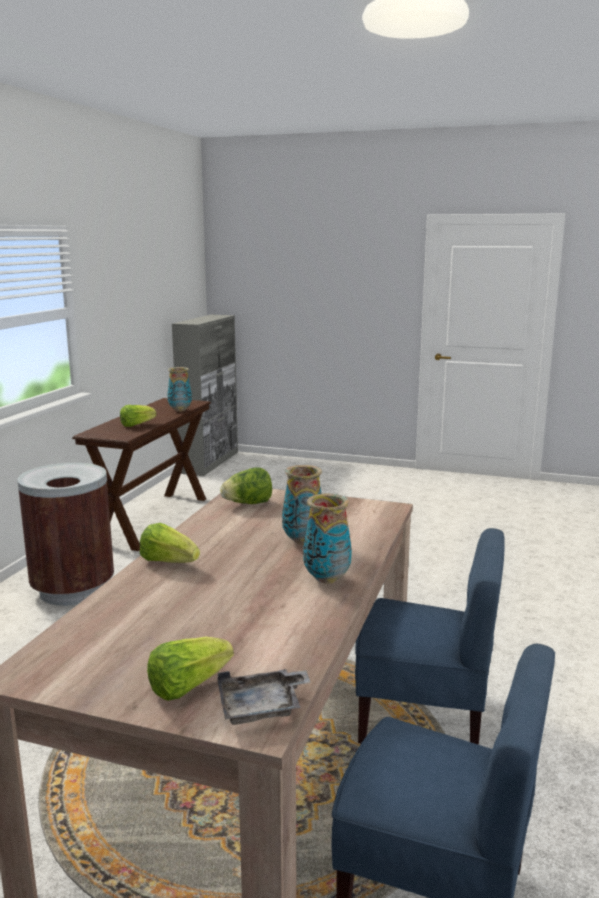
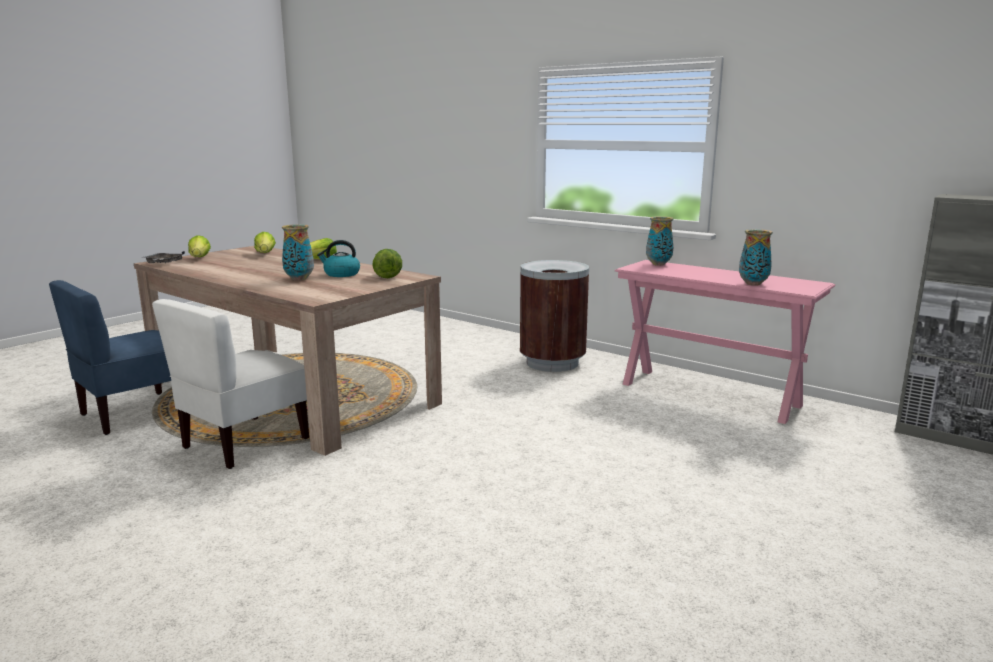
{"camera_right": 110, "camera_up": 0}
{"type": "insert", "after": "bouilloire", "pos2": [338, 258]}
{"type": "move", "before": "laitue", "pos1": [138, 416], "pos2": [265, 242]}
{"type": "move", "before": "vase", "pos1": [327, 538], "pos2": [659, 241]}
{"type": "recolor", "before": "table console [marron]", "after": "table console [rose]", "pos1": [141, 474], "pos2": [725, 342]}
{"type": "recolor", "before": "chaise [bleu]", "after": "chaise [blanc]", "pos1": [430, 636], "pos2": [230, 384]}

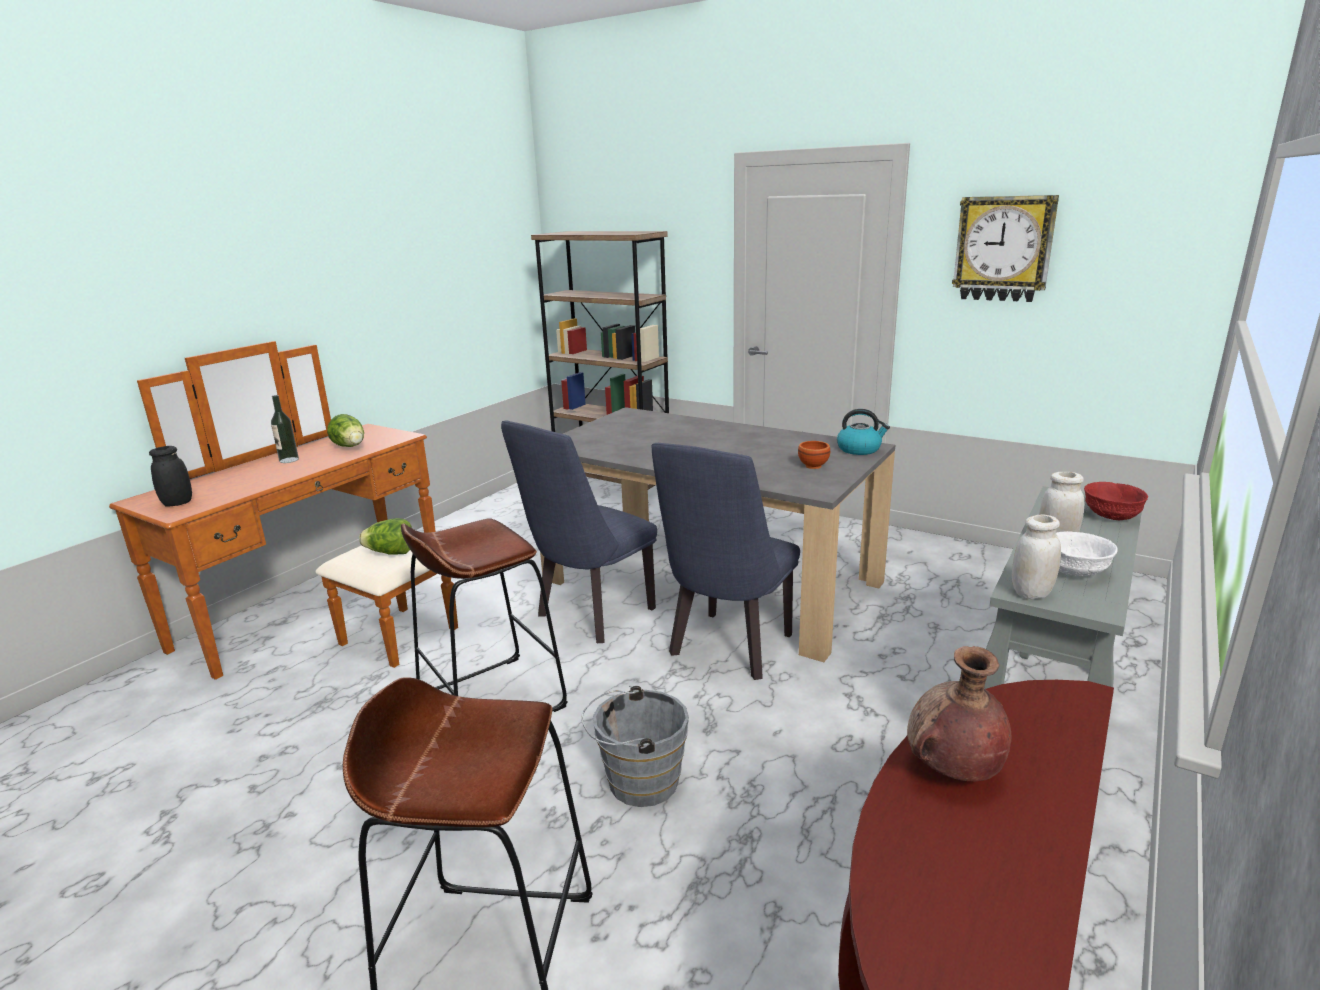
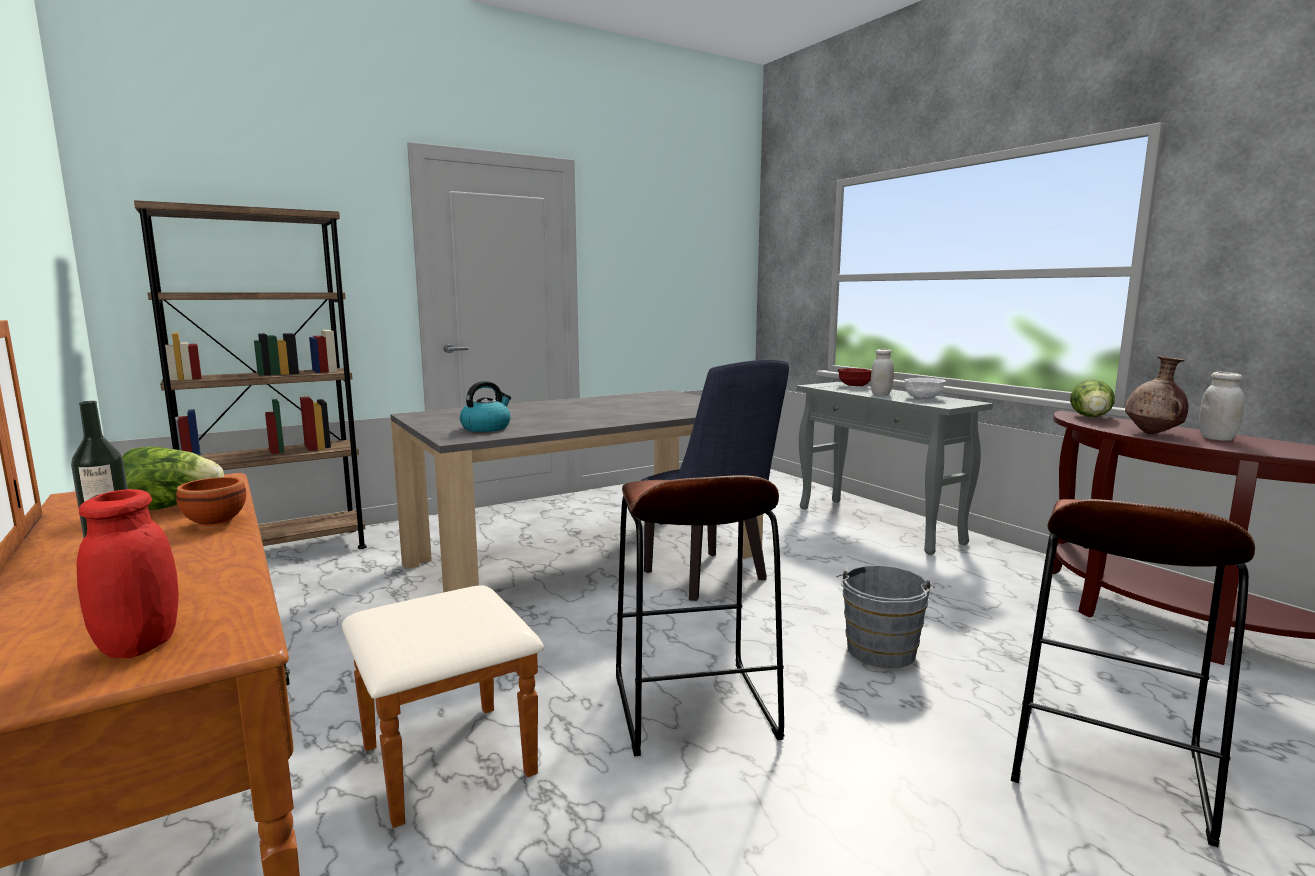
{"camera_right": -65, "camera_up": -10}
{"type": "delete", "before": "chaise [bleu]", "pos1": [579, 531]}
{"type": "delete", "before": "horloge murale", "pos1": [1005, 248]}
{"type": "move", "before": "laitue", "pos1": [385, 536], "pos2": [1092, 398]}
{"type": "move", "before": "bol [marron]", "pos1": [814, 455], "pos2": [211, 502]}
{"type": "move", "before": "bouilloire", "pos1": [863, 432], "pos2": [485, 406]}
{"type": "move", "before": "bocal [blanc]", "pos1": [1036, 556], "pos2": [1221, 406]}
{"type": "recolor", "before": "bocal [noir]", "after": "bocal [rouge]", "pos1": [170, 476], "pos2": [127, 573]}

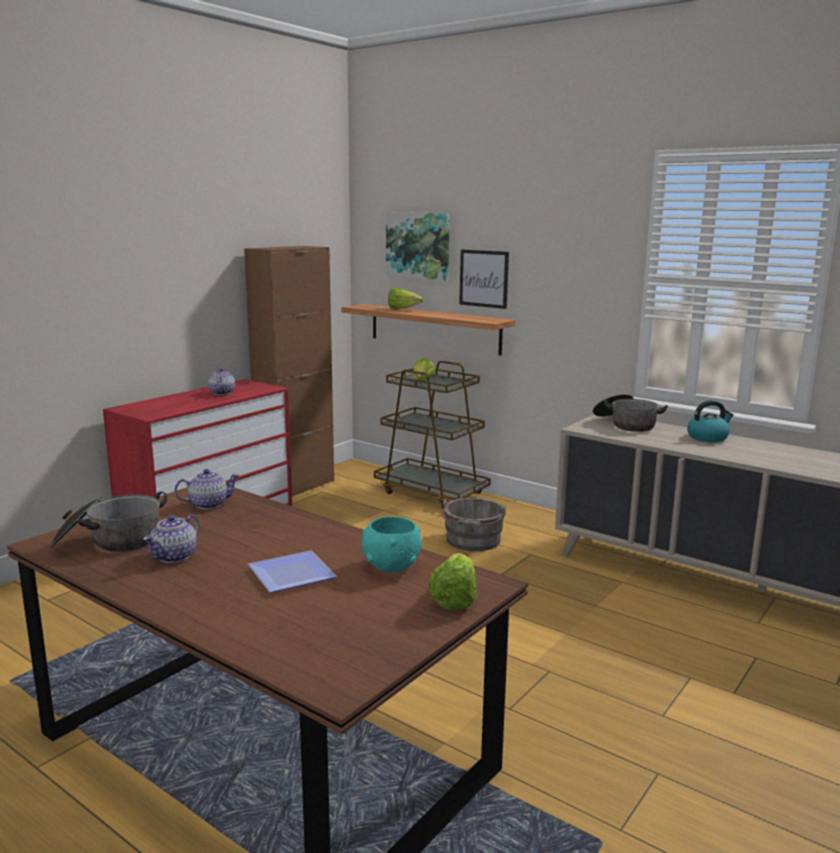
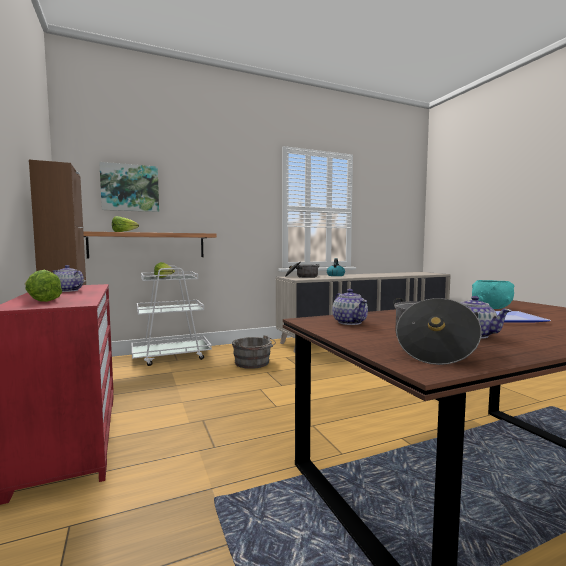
{"camera_right": -60, "camera_up": -10}
{"type": "delete", "before": "tableau", "pos1": [484, 279]}
{"type": "move", "before": "laitue", "pos1": [452, 582], "pos2": [43, 286]}
{"type": "recolor", "before": "chariot [marron]", "after": "chariot [blanc]", "pos1": [432, 434], "pos2": [172, 316]}
{"type": "rotate", "before": "théière", "pos1": [207, 489], "pos2": [350, 307], "turn": 150}

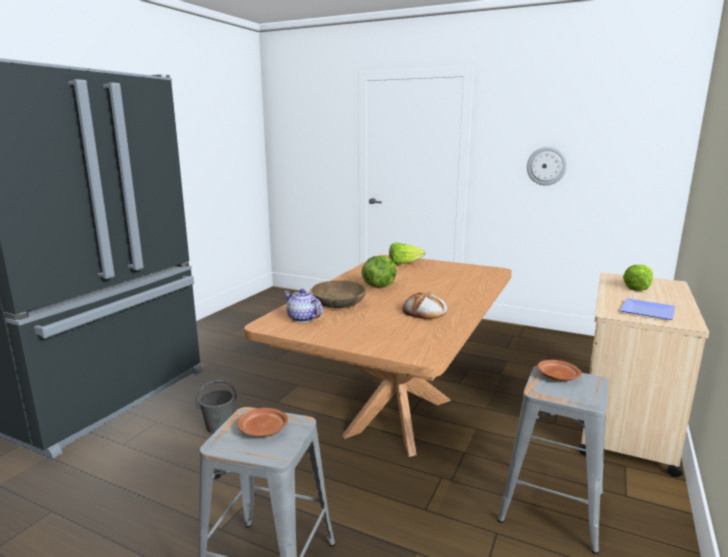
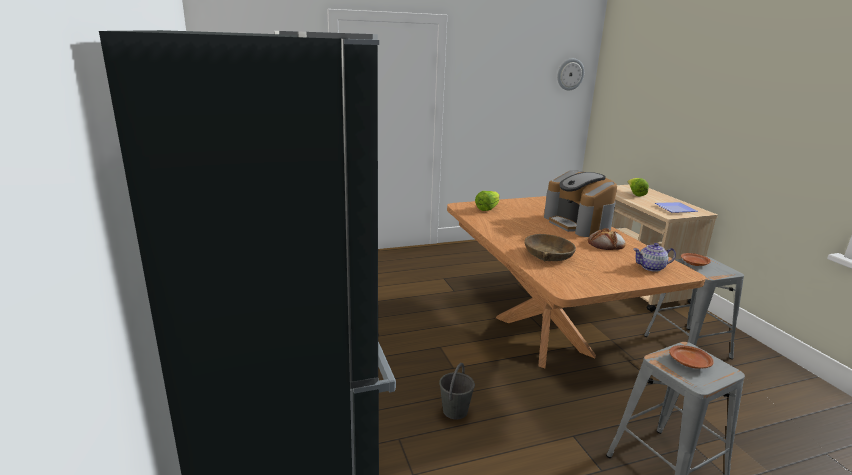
{"camera_right": -45, "camera_up": 5}
{"type": "delete", "before": "laitue", "pos1": [379, 272]}
{"type": "insert", "after": "machine à café", "pos2": [580, 203]}
{"type": "move", "before": "théière", "pos1": [303, 306], "pos2": [654, 257]}
{"type": "move", "before": "horloge murale", "pos1": [547, 166], "pos2": [570, 74]}

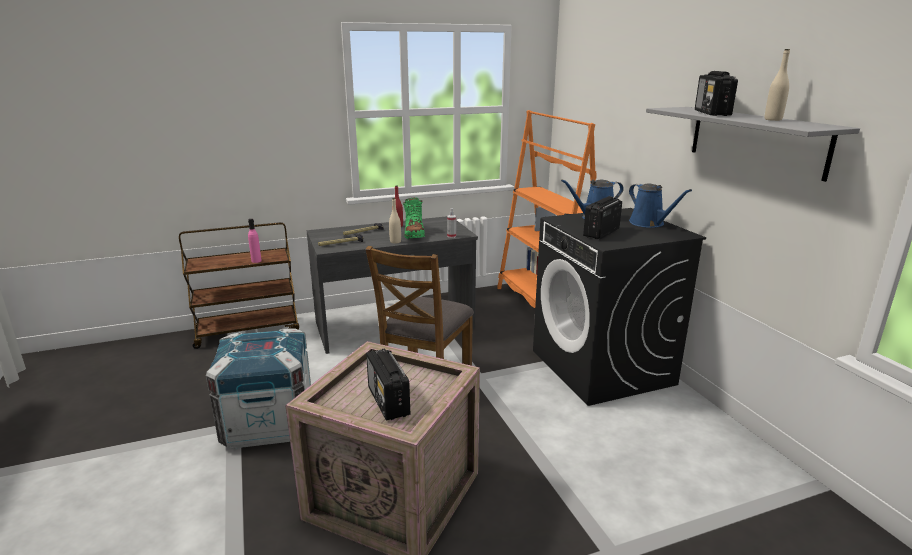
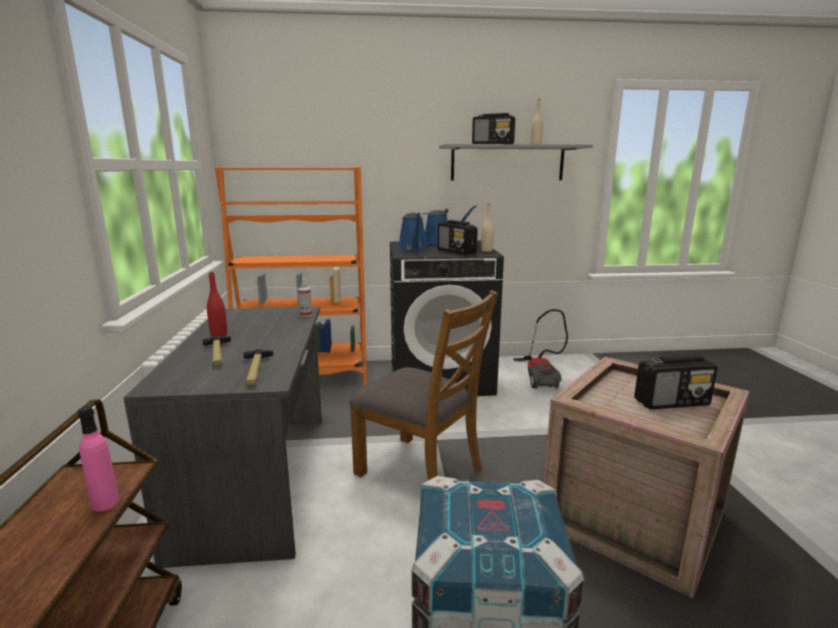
{"camera_right": -75, "camera_up": -5}
{"type": "delete", "before": "botte [vert]", "pos1": [414, 218]}
{"type": "insert", "after": "aspirateur", "pos2": [540, 349]}
{"type": "move", "before": "bouteille [beige]", "pos1": [395, 221], "pos2": [487, 228]}

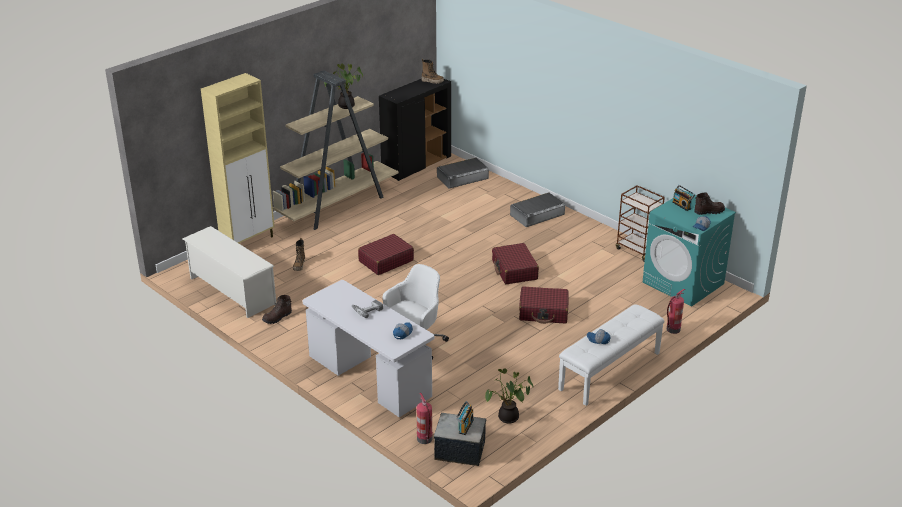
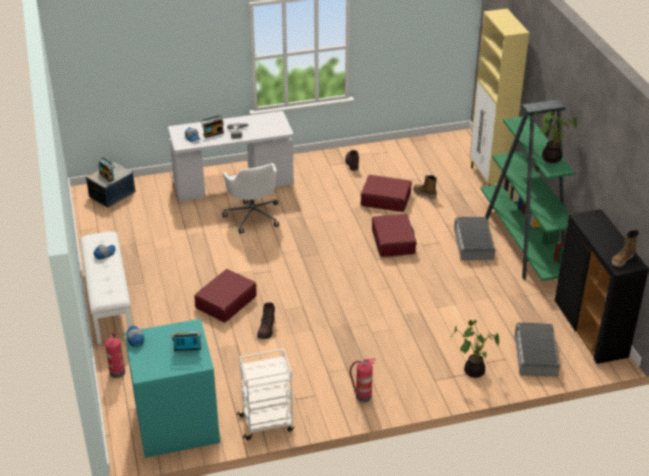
{"camera_right": 120, "camera_up": 5}
{"type": "delete", "before": "étagère à chaussures [blanc]", "pos1": [229, 272]}
{"type": "insert", "after": "radio", "pos2": [212, 126]}
{"type": "move", "before": "extincteur", "pos1": [425, 418], "pos2": [363, 380]}
{"type": "move", "before": "plante en pot", "pos1": [509, 396], "pos2": [474, 349]}
{"type": "move", "before": "valise [rouge]", "pos1": [515, 263], "pos2": [386, 193]}
{"type": "move", "before": "boîte de rangement [gris]", "pos1": [537, 209], "pos2": [474, 239]}
{"type": "move", "before": "botte [marron]", "pos1": [709, 203], "pos2": [266, 321]}
{"type": "recolor", "before": "bibliothèque [beige]", "after": "bibliothèque [vert]", "pos1": [336, 150], "pos2": [528, 190]}
{"type": "recolor", "before": "chariot [marron]", "after": "chariot [blanc]", "pos1": [640, 223], "pos2": [266, 394]}

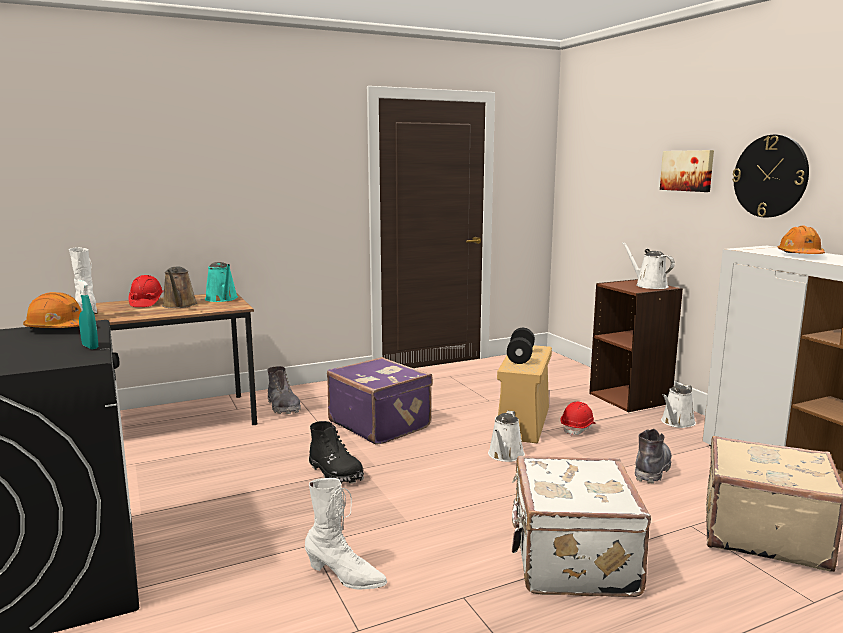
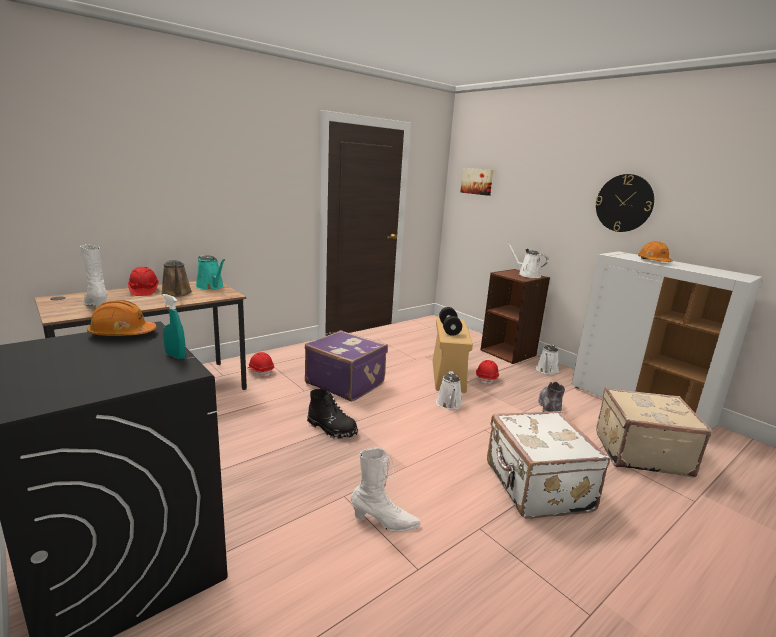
{"camera_right": -15, "camera_up": 5}
{"type": "move", "before": "tableau", "pos1": [687, 171], "pos2": [476, 182]}
{"type": "replace", "before": "botte [gris]", "after": "casque de chantier [rouge]", "pos1": [284, 390], "pos2": [261, 364]}

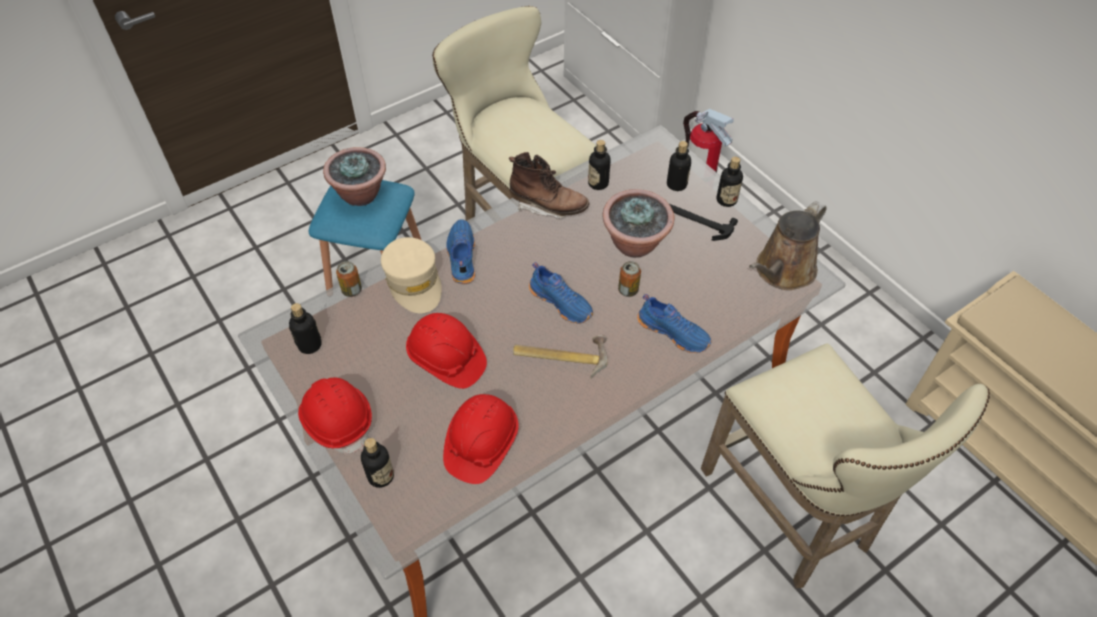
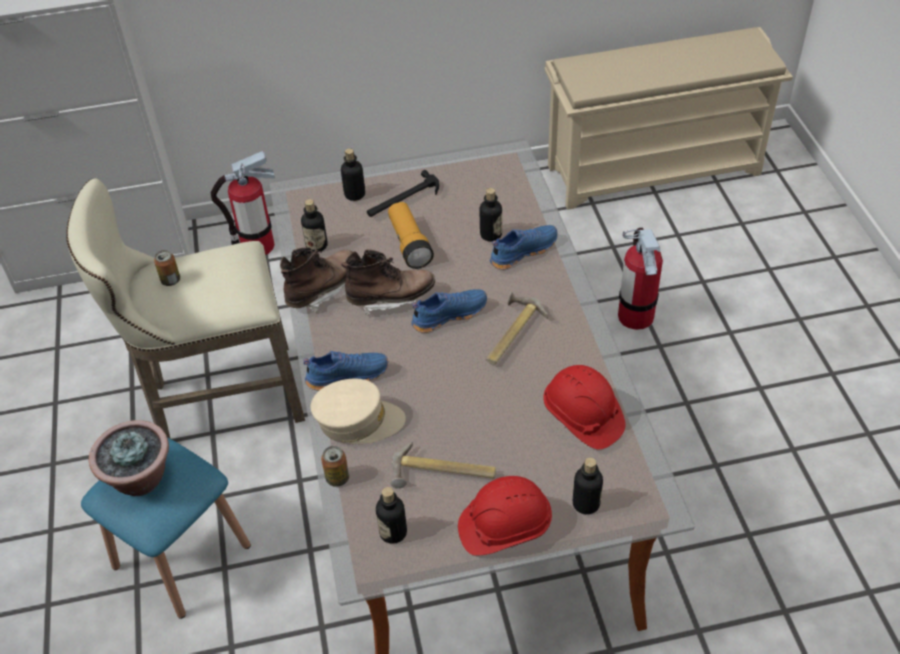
{"camera_right": -65, "camera_up": -5}
{"type": "delete", "before": "casque de chantier [rouge]", "pos1": [446, 351]}
{"type": "delete", "before": "arrosoir [marron]", "pos1": [788, 245]}
{"type": "insert", "after": "botte [marron]", "pos2": [388, 282]}
{"type": "insert", "after": "marteau", "pos2": [443, 464]}
{"type": "move", "before": "boîte métallique", "pos1": [629, 279], "pos2": [167, 268]}
{"type": "move", "before": "bouteille", "pos1": [730, 182], "pos2": [490, 214]}
{"type": "replace", "before": "plante en pot", "after": "lampe de poche", "pos1": [638, 223], "pos2": [411, 235]}
{"type": "replace", "before": "tabouret [beige]", "after": "extincteur", "pos1": [845, 465], "pos2": [640, 279]}
{"type": "rotate", "before": "chaussure [bleu]", "pos1": [460, 251], "pos2": [346, 370], "turn": 150}

